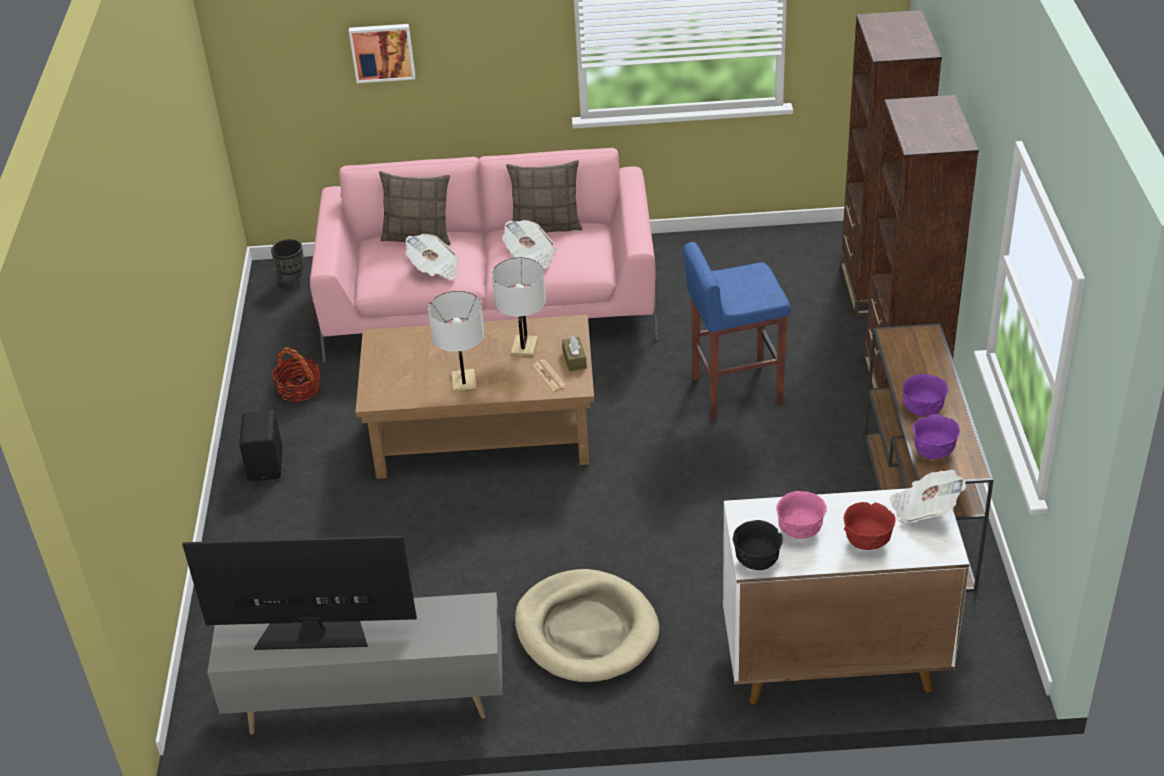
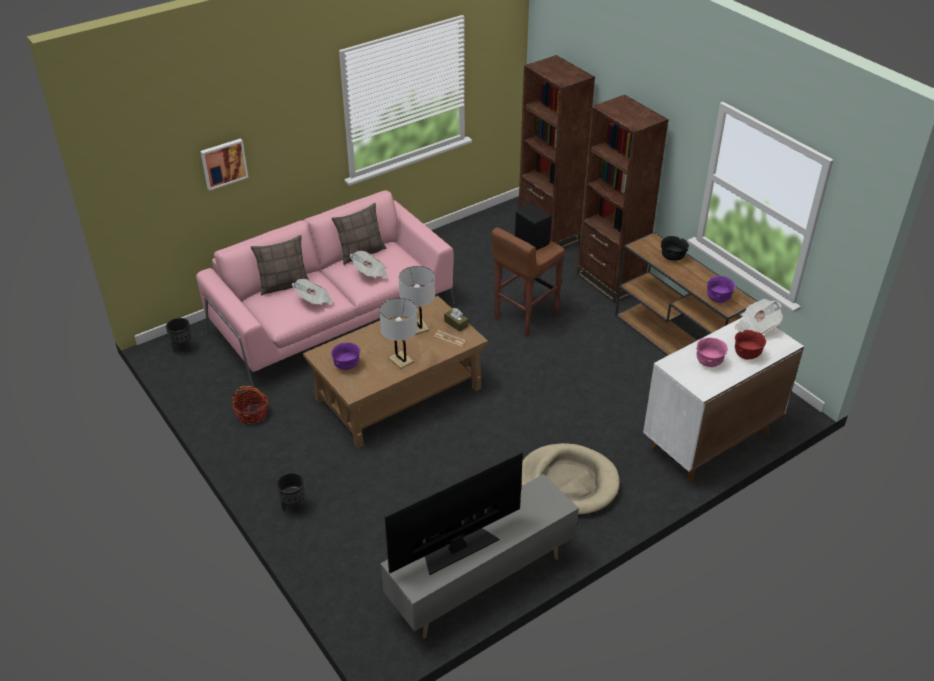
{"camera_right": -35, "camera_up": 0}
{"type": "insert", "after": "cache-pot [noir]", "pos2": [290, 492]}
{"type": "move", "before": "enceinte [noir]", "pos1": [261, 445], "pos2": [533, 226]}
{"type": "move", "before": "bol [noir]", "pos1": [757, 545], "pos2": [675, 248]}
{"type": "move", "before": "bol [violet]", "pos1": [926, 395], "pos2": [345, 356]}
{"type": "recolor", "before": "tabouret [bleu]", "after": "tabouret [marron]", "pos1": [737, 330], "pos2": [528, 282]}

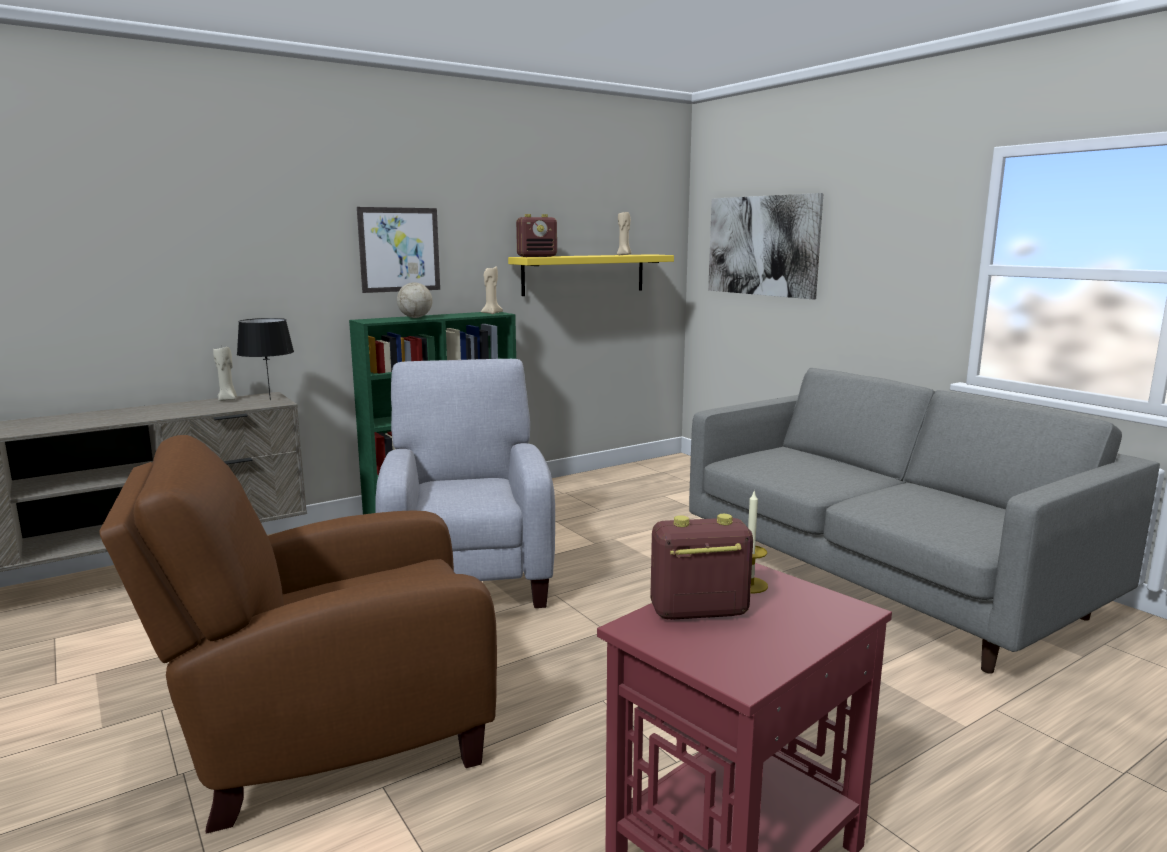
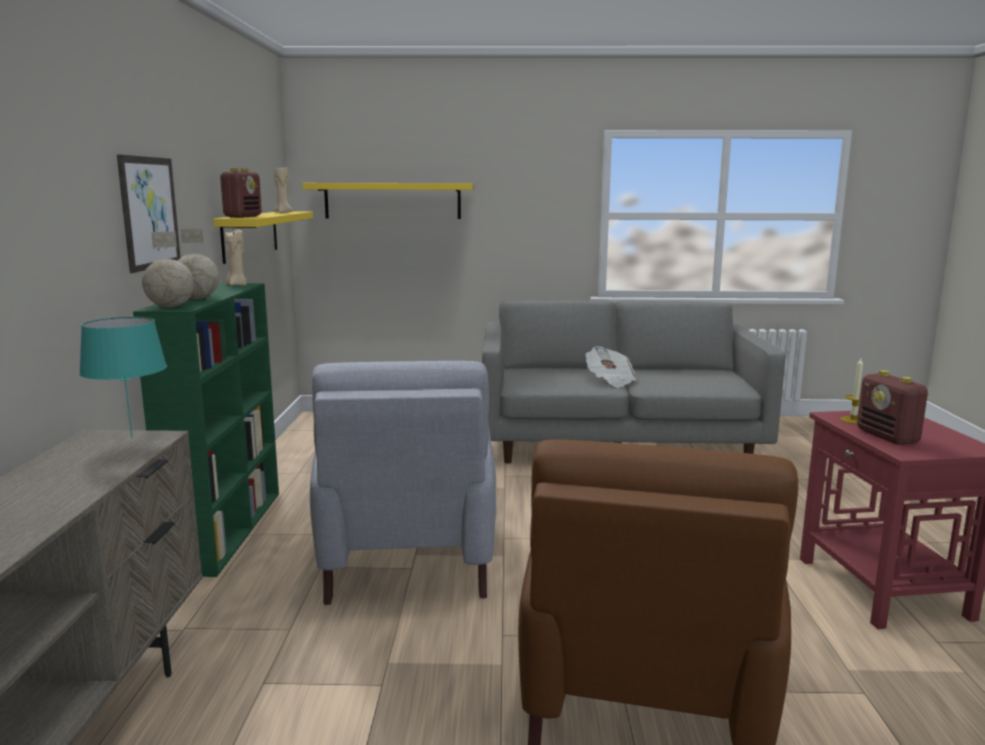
{"camera_right": -55, "camera_up": 0}
{"type": "delete", "before": "bougie [beige]", "pos1": [225, 373]}
{"type": "insert", "after": "globe", "pos2": [168, 269]}
{"type": "insert", "after": "journal", "pos2": [611, 367]}
{"type": "replace", "before": "tableau", "after": "étagère [jaune]", "pos1": [765, 246], "pos2": [388, 201]}
{"type": "recolor", "before": "lampe de table [noir]", "after": "lampe de table [turquoise]", "pos1": [265, 359], "pos2": [123, 377]}
{"type": "rotate", "before": "fauteuil [gris]", "pos1": [465, 483], "pos2": [403, 483], "turn": -120}
{"type": "rotate", "before": "radio", "pos1": [701, 567], "pos2": [893, 407], "turn": -45}

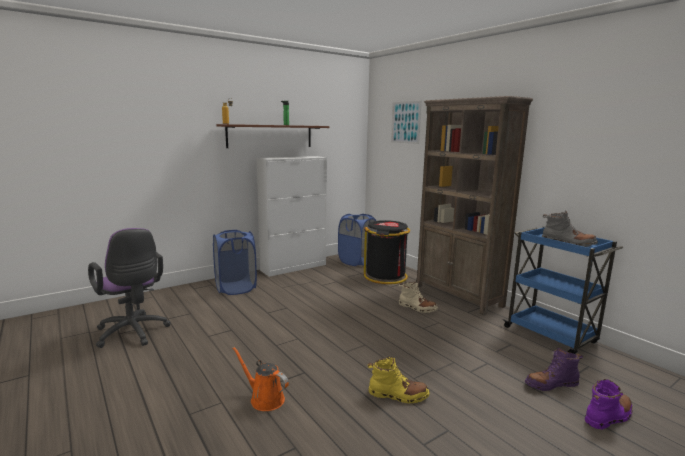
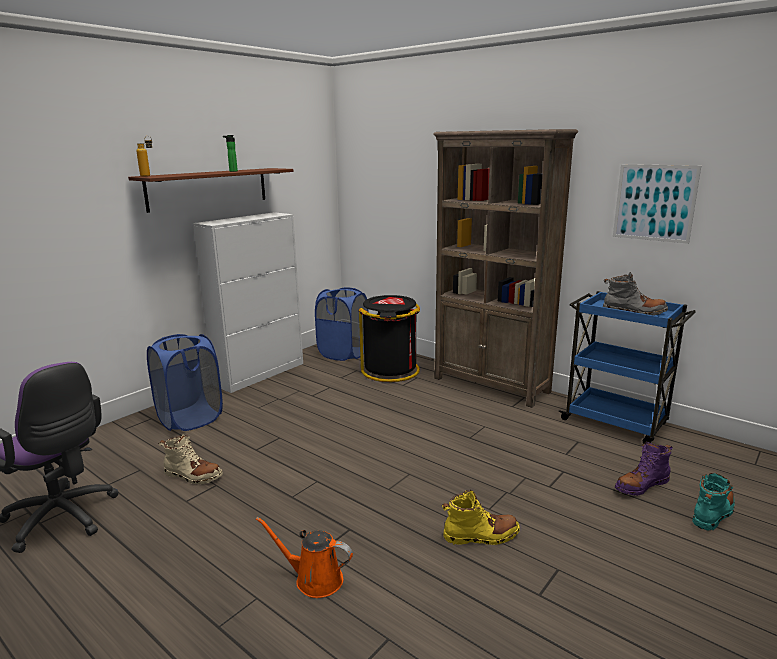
{"camera_right": -15, "camera_up": 5}
{"type": "move", "before": "tableau", "pos1": [406, 122], "pos2": [657, 204]}
{"type": "move", "before": "botte [beige]", "pos1": [418, 297], "pos2": [191, 459]}
{"type": "recolor", "before": "botte [violet]", "after": "botte [turquoise]", "pos1": [609, 404], "pos2": [713, 501]}

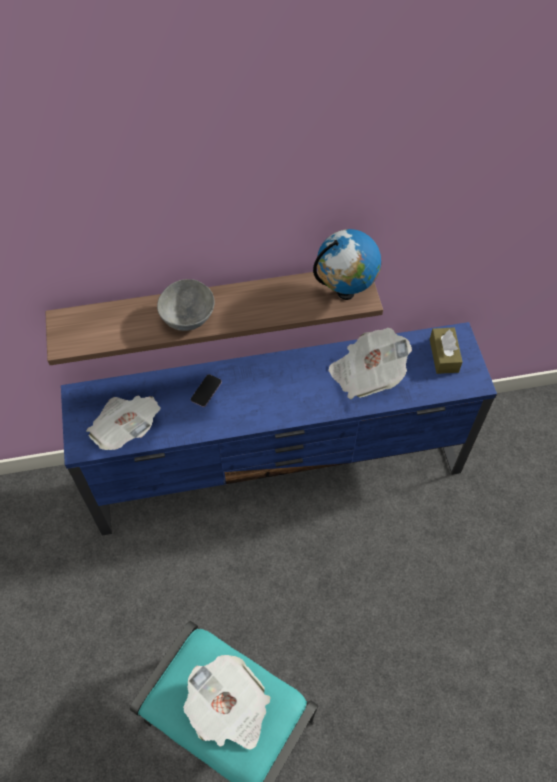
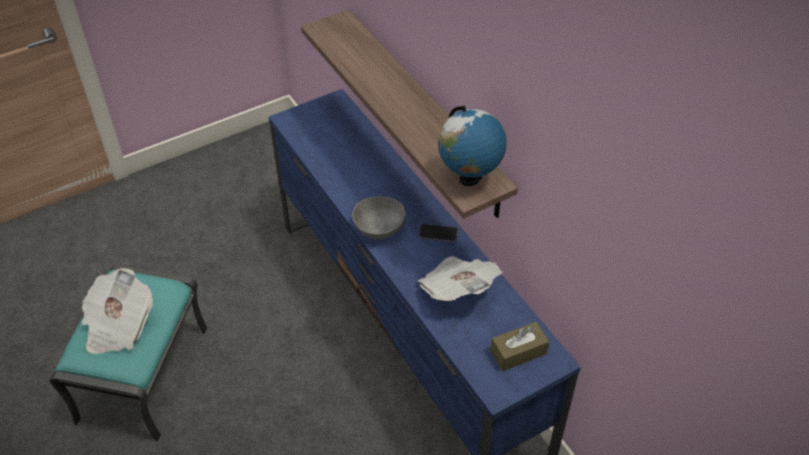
{"camera_right": 70, "camera_up": -10}
{"type": "delete", "before": "journal", "pos1": [123, 423]}
{"type": "move", "before": "bol [gris]", "pos1": [186, 305], "pos2": [379, 217]}
{"type": "move", "before": "téléphone", "pos1": [206, 390], "pos2": [438, 233]}

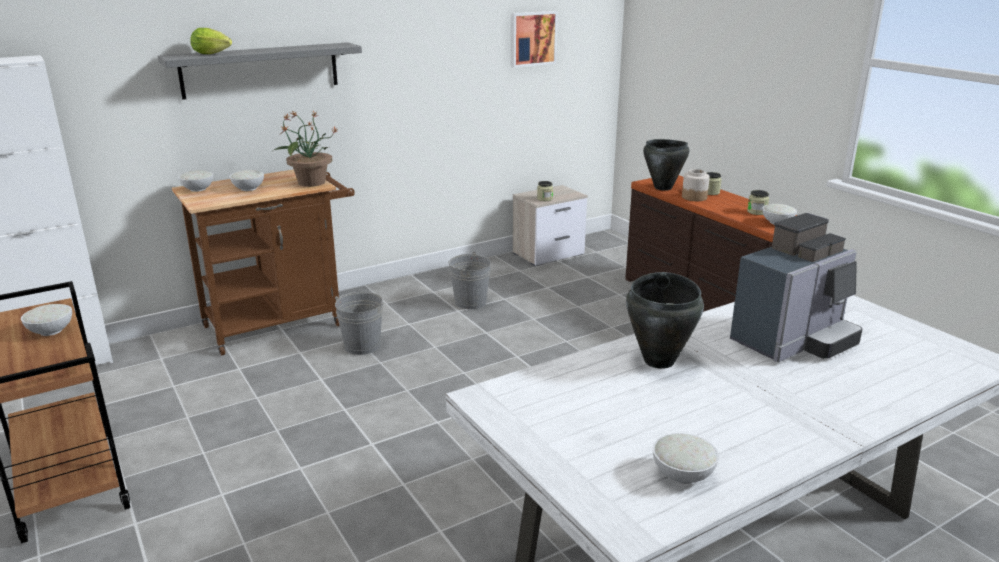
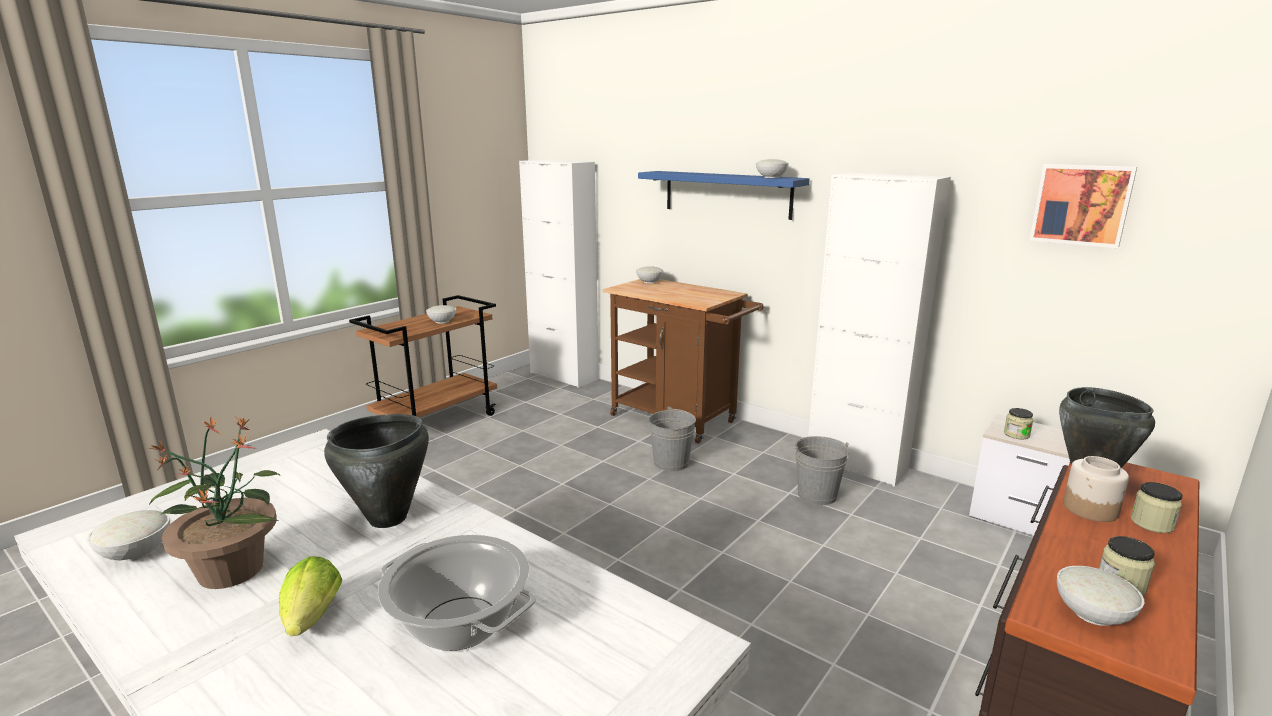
{"camera_right": 70, "camera_up": -5}
{"type": "insert", "after": "meuble de rangement [blanc]", "pos2": [879, 330]}
{"type": "move", "before": "laitue", "pos1": [211, 41], "pos2": [310, 596]}
{"type": "move", "before": "bol [blanc]", "pos1": [247, 180], "pos2": [772, 168]}
{"type": "move", "before": "plante en pot", "pos1": [305, 149], "pos2": [214, 503]}
{"type": "replace", "before": "machine à café", "after": "marmite", "pos1": [796, 287], "pos2": [457, 593]}
{"type": "recolor", "before": "étagère [gris]", "after": "étagère [bleu]", "pos1": [259, 71], "pos2": [724, 195]}

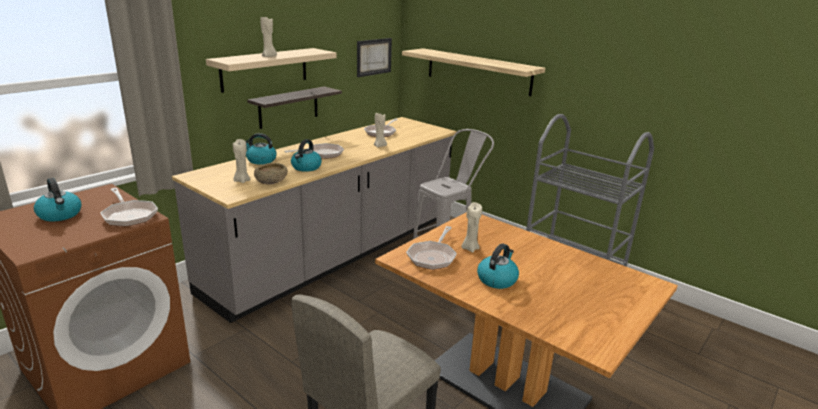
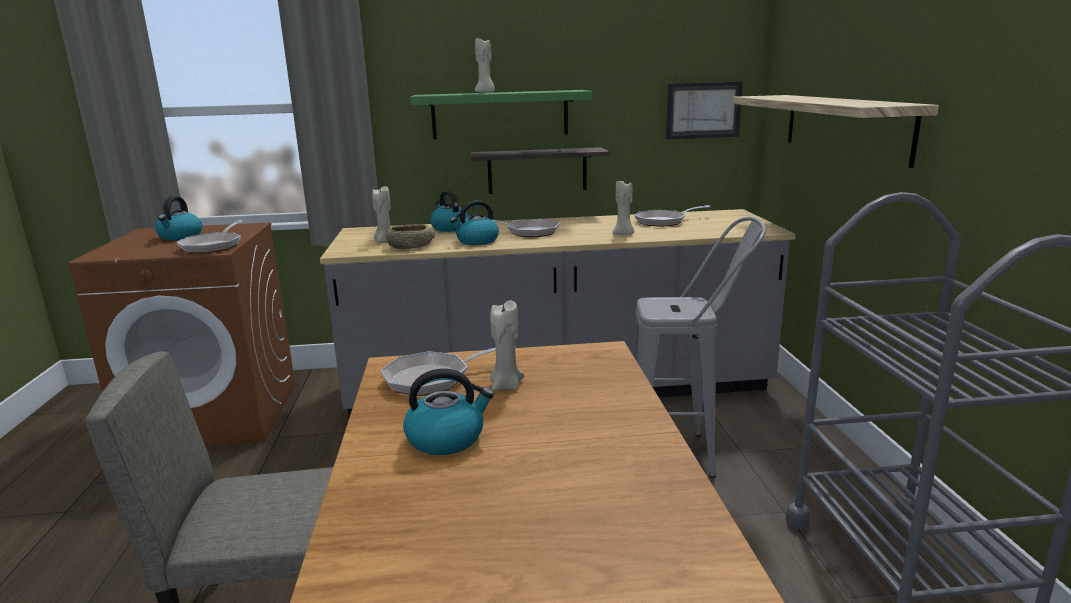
{"camera_right": 45, "camera_up": -5}
{"type": "recolor", "before": "étagère [beige]", "after": "étagère [vert]", "pos1": [271, 70], "pos2": [501, 114]}

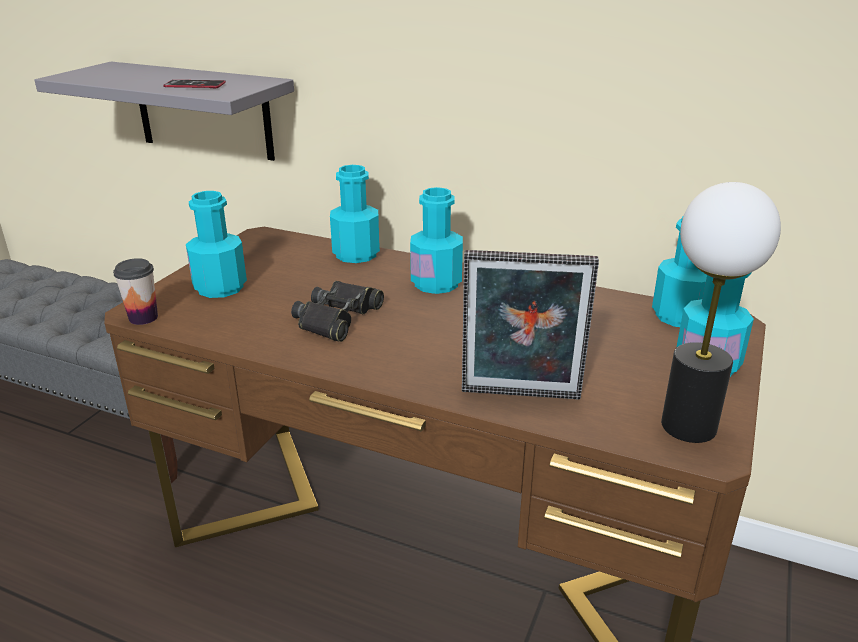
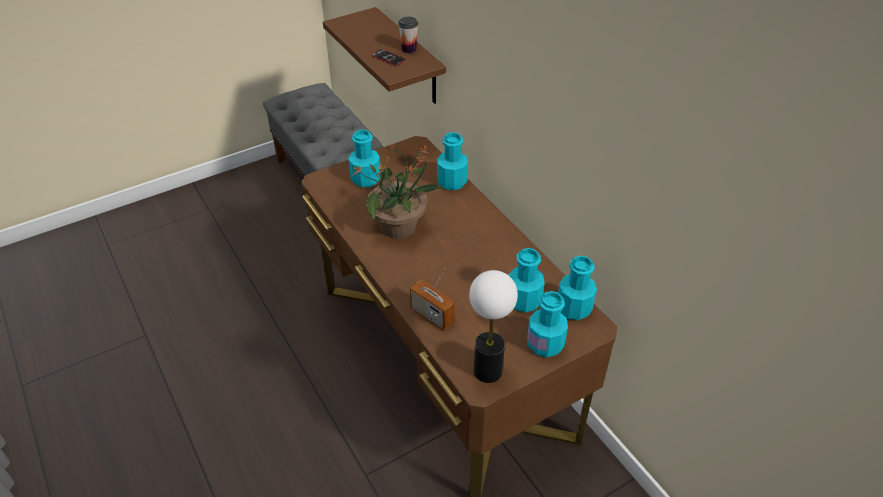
{"camera_right": 35, "camera_up": 15}
{"type": "move", "before": "tasse", "pos1": [135, 291], "pos2": [408, 35]}
{"type": "move", "before": "bouteille [turquoise]", "pos1": [436, 240], "pos2": [526, 280]}
{"type": "replace", "before": "jumelles [noir]", "after": "plante en pot", "pos1": [337, 311], "pos2": [398, 191]}
{"type": "replace", "before": "cadre photo", "after": "radio", "pos1": [530, 324], "pos2": [432, 299]}
{"type": "recolor", "before": "étagère [gris]", "after": "étagère [marron]", "pos1": [164, 111], "pos2": [384, 55]}

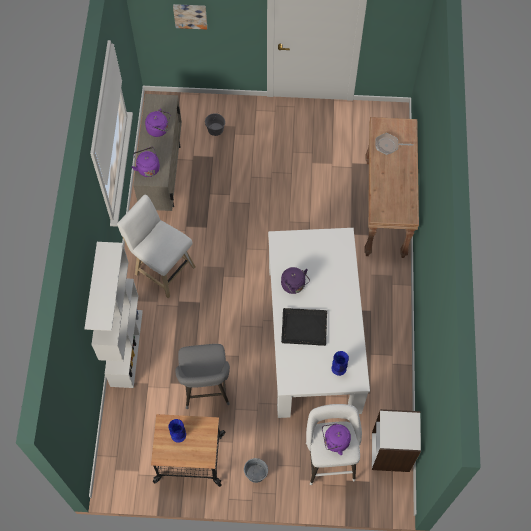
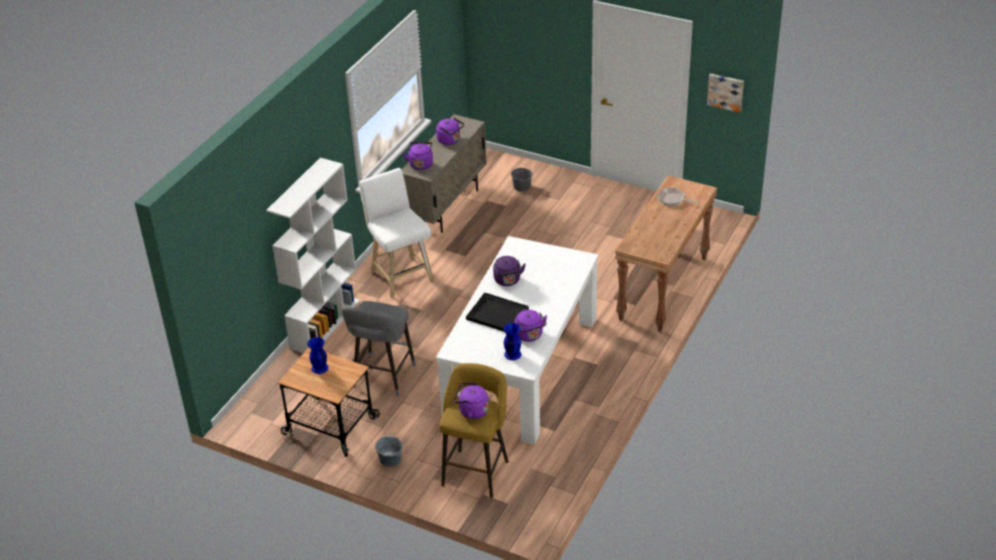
{"camera_right": 25, "camera_up": -25}
{"type": "delete", "before": "bibliothèque [blanc]", "pos1": [396, 440]}
{"type": "insert", "after": "bouilloire [violet]", "pos2": [530, 326]}
{"type": "move", "before": "tableau", "pos1": [190, 16], "pos2": [725, 93]}
{"type": "recolor", "before": "tabouret [blanc]", "after": "tabouret [jaune]", "pos1": [334, 444], "pos2": [474, 430]}

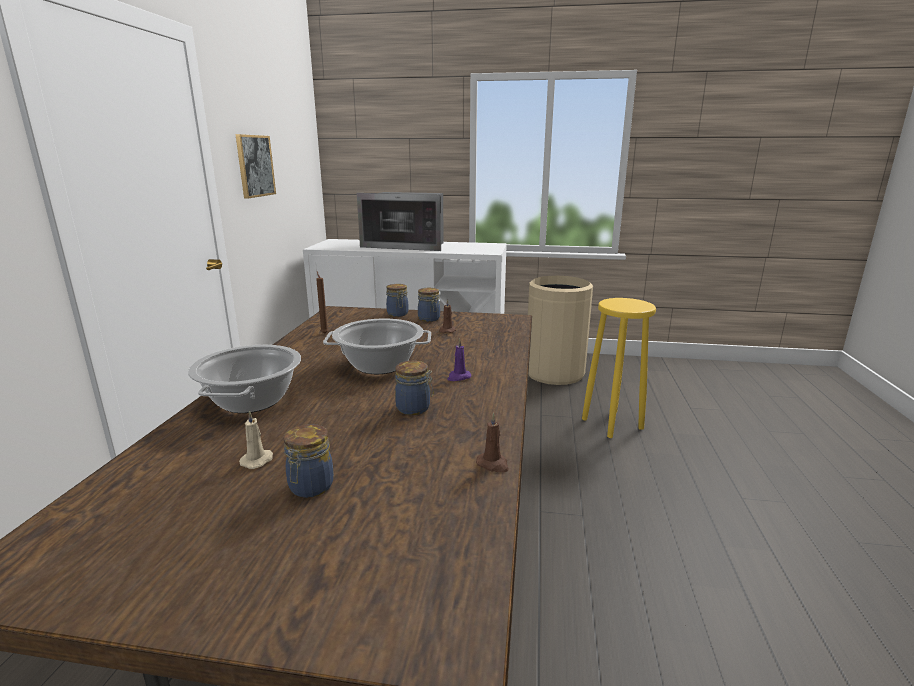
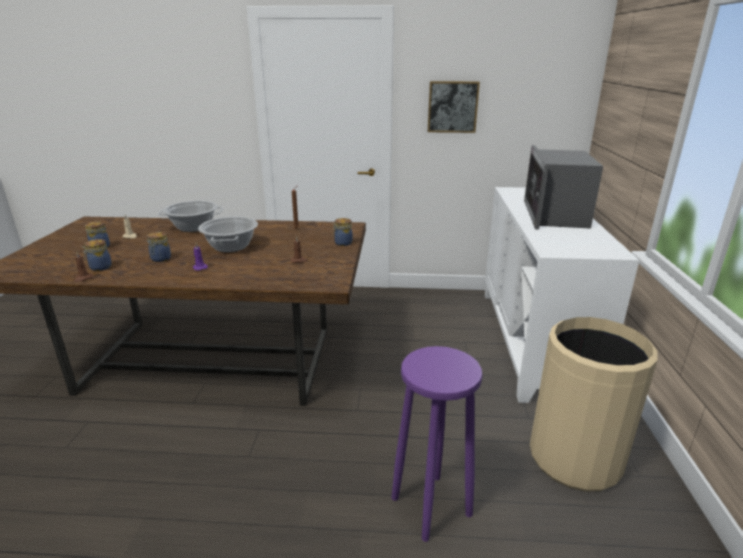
{"camera_right": 85, "camera_up": 5}
{"type": "move", "before": "bocal", "pos1": [429, 305], "pos2": [97, 255]}
{"type": "recolor", "before": "tabouret [jaune]", "after": "tabouret [violet]", "pos1": [619, 368], "pos2": [437, 444]}

